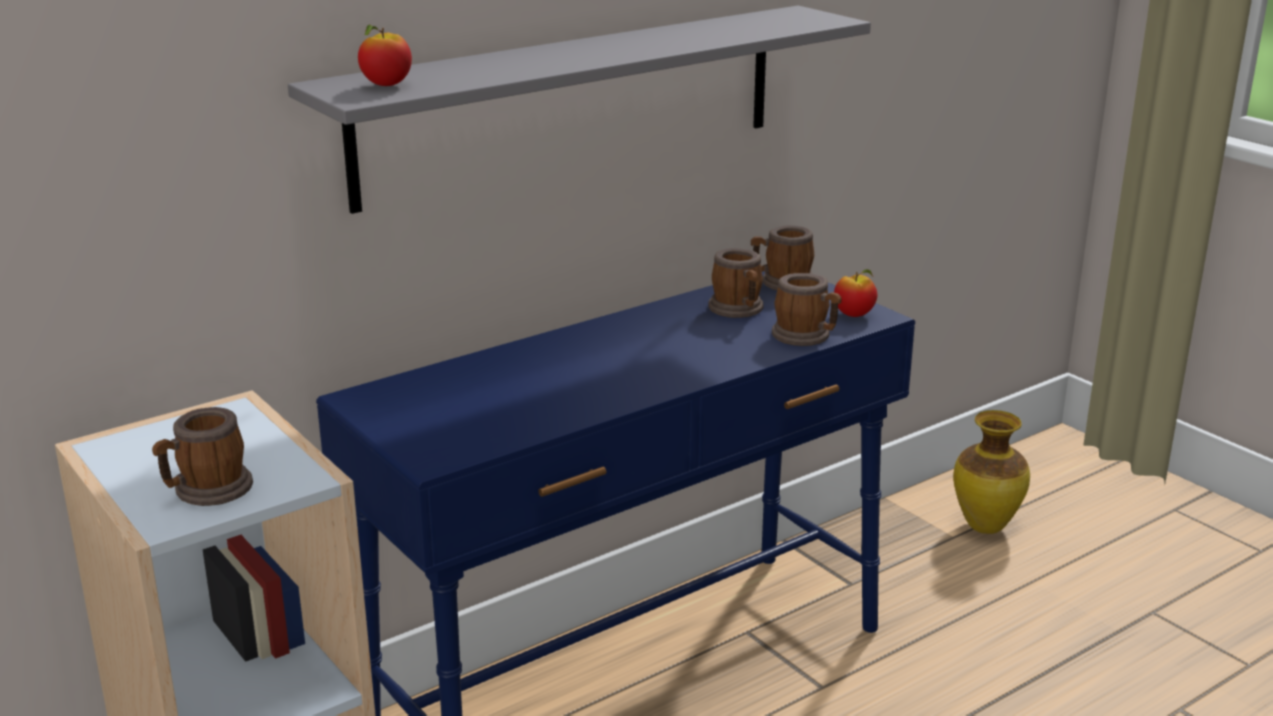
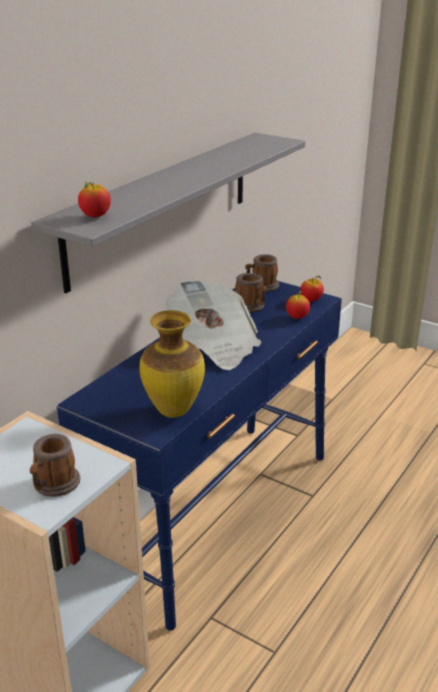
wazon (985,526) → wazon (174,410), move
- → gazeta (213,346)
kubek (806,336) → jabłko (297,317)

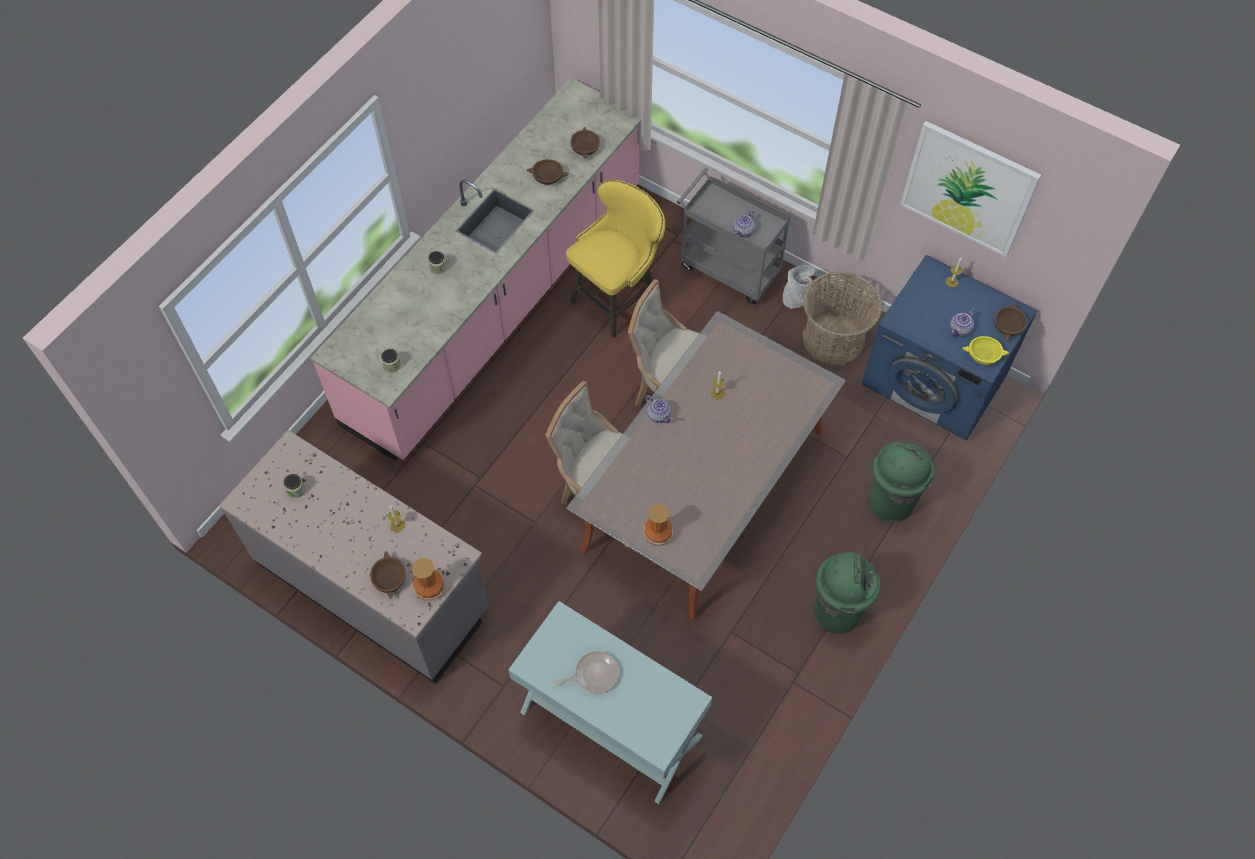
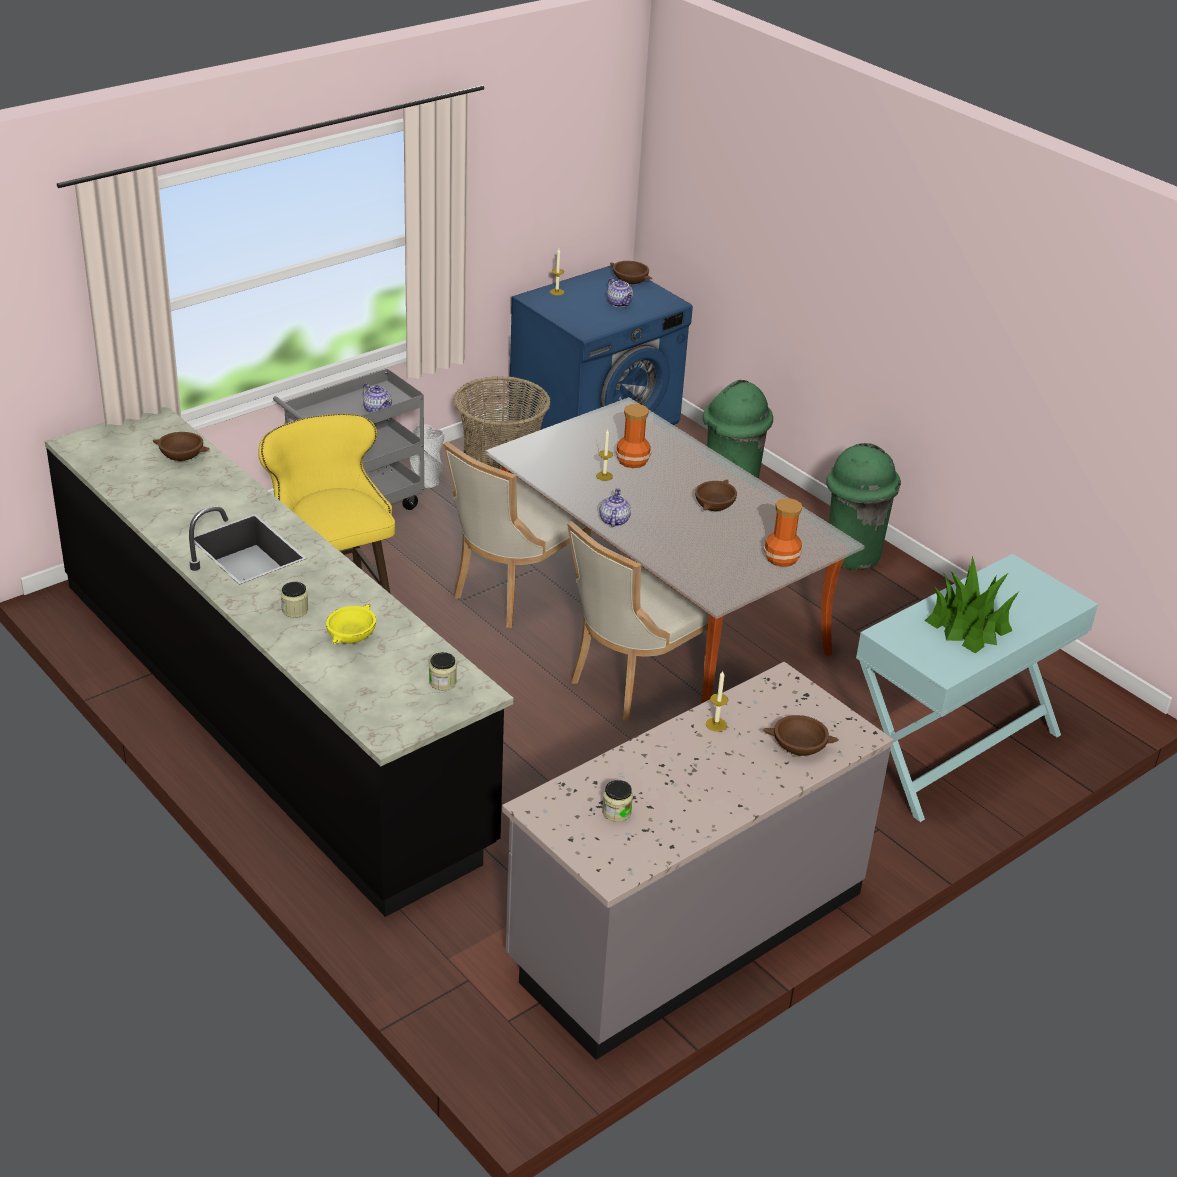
zabudowa kuchenna (różowy) (498,303) → zabudowa kuchenna (czarny) (268,709)
miska (żółty) (983,356) → miska (żółty) (352,635), move
imbryk (659,415) → imbryk (614,521), 60 degrees counterclockwise
wazon (429,588) → wazon (632,461), move
miska (brązowy) (547,177) → miska (brązowy) (715,505), move
patelnia (594,674) → roślina doniczkowa (968,626)
obraz (968,188) → -

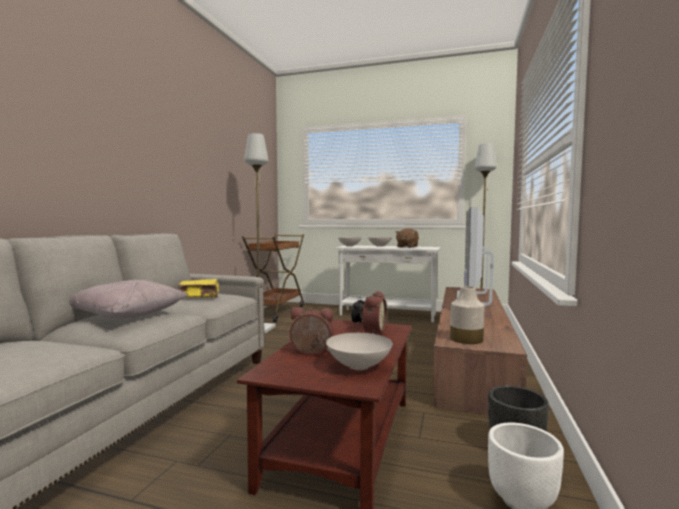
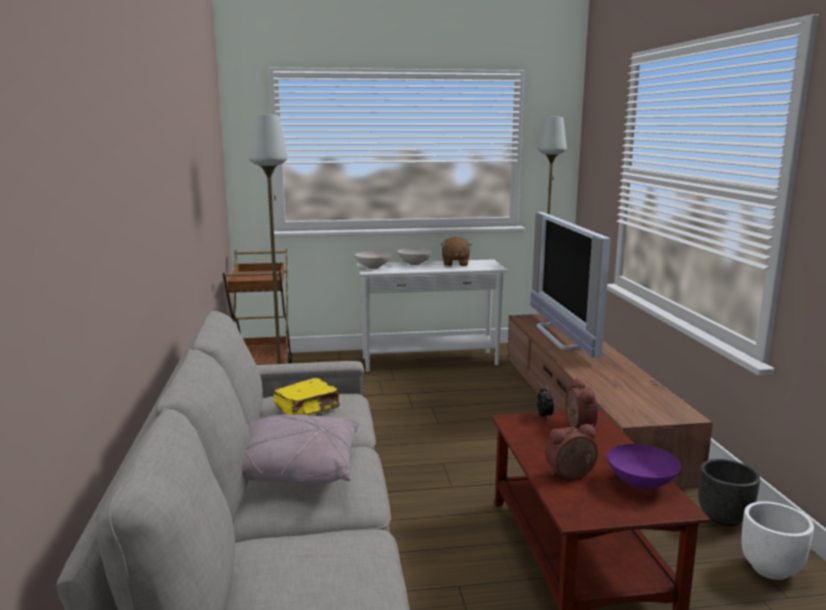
miska (biały) (358,366) → miska (fioletowy) (641,484)
wazon (beżowy) (466,339) → -

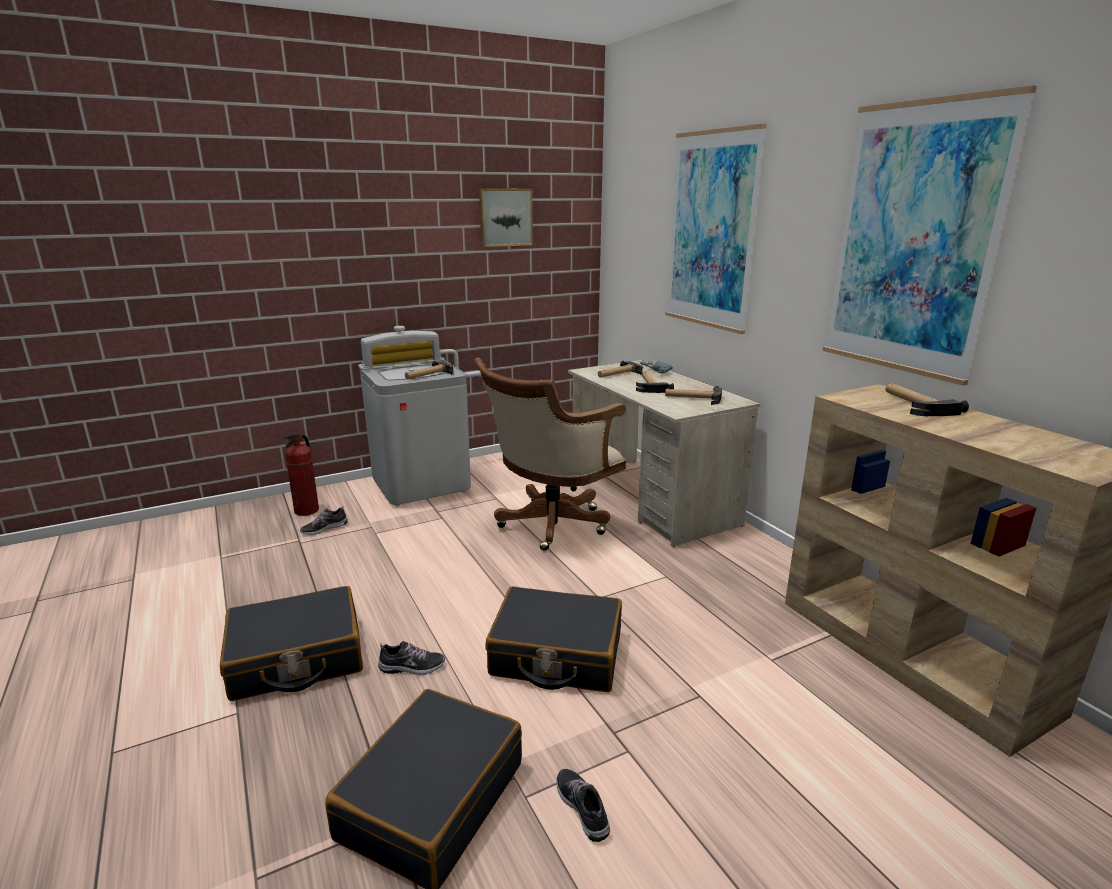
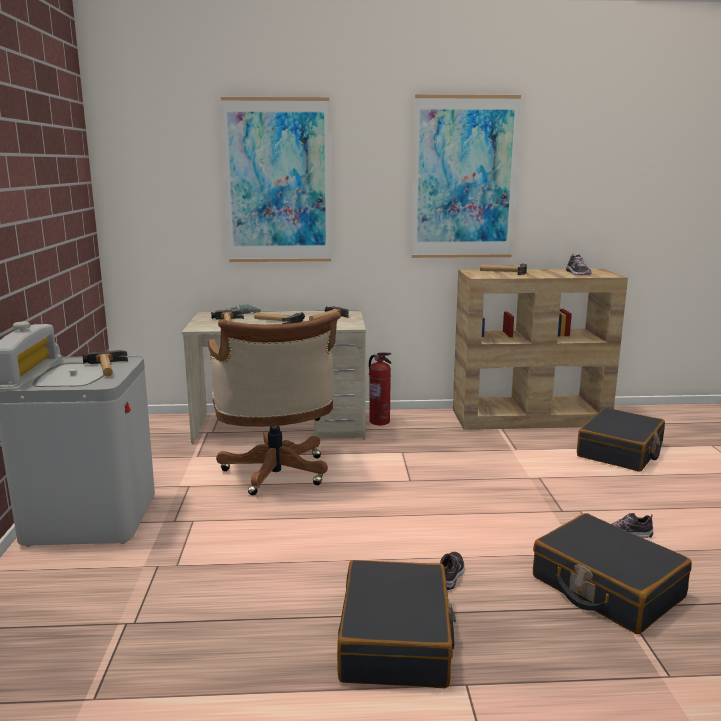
gaśnica (307,511) → gaśnica (380,421), move
but (324,528) → but (578,273), move
walizka (czarny) (556,655) → walizka (czarny) (620,452), move
obraz (505,217) → -

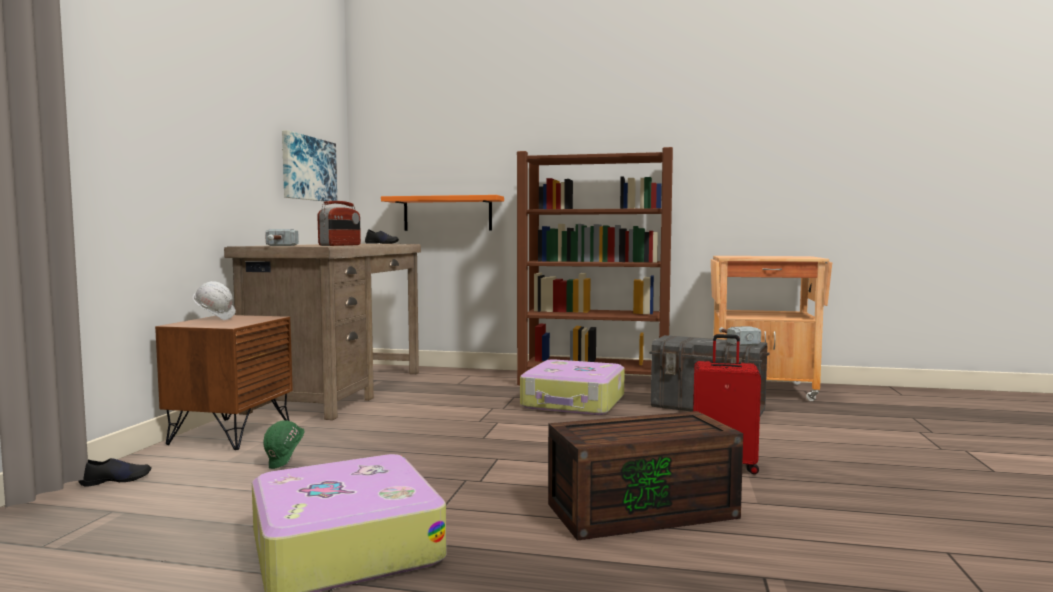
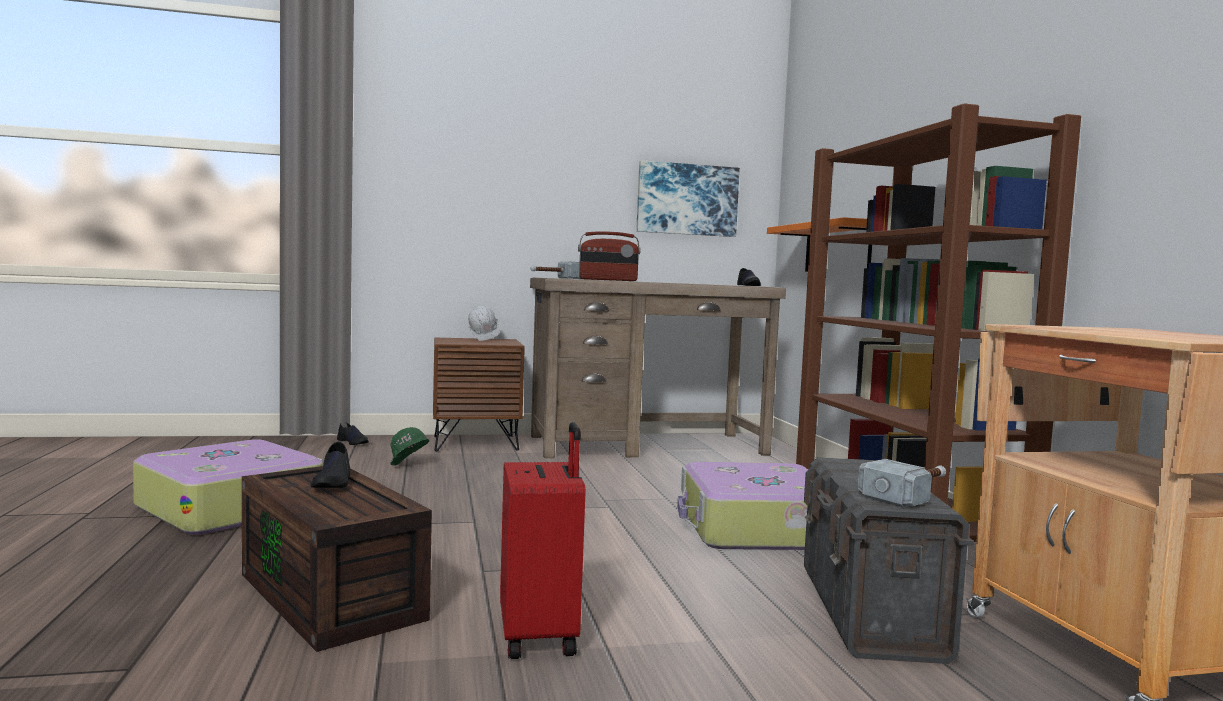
- → but (czarny) (333,482)

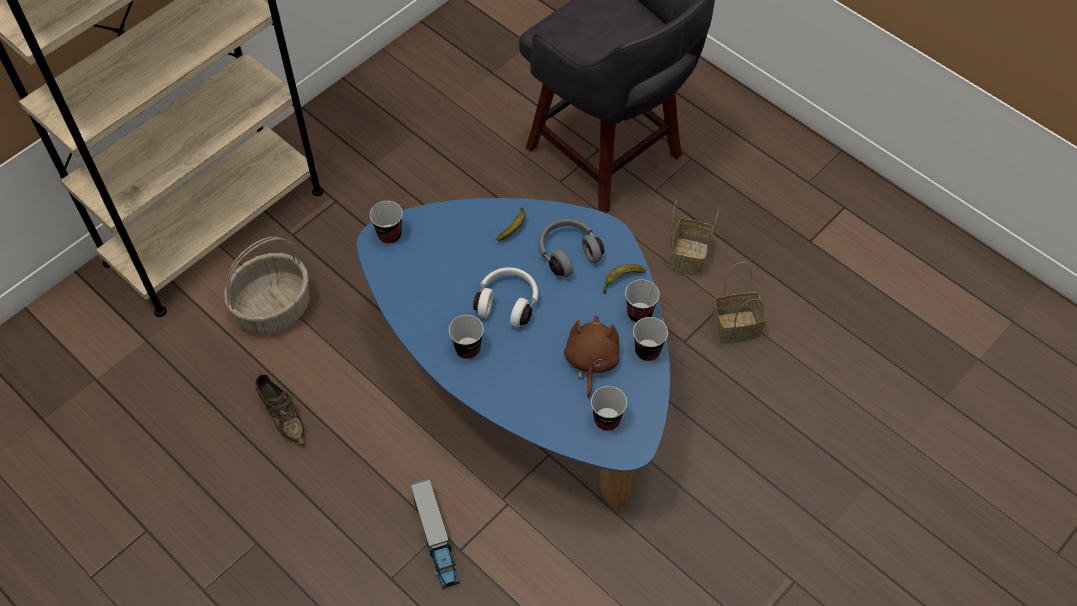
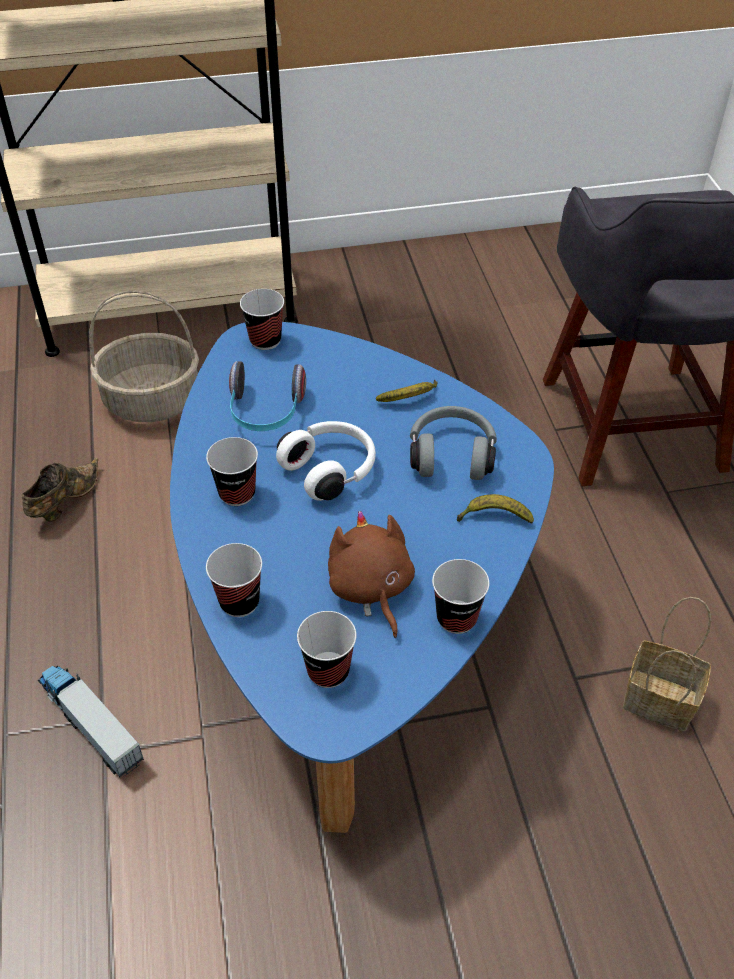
but (brązowy) (283,416) → but (brązowy) (64,502), 150 degrees counterclockwise
ciężarówka zabawkowa (436,538) → ciężarówka zabawkowa (90,723), 120 degrees clockwise
filiżanka (639,314) → filiżanka (239,602), move
- → słuchawki (265,412)
pluszak (brązowy) (591,361) → pluszak (brązowy) (371,589), 60 degrees counterclockwise
koszyk (688,255) → -

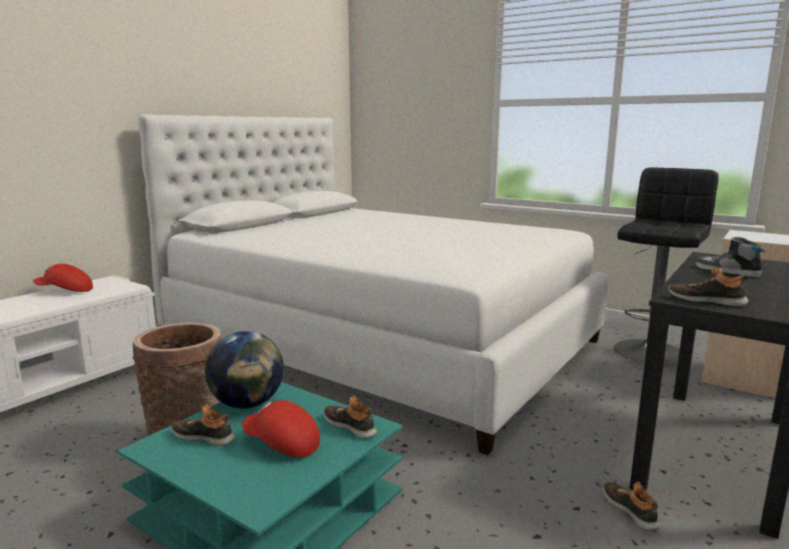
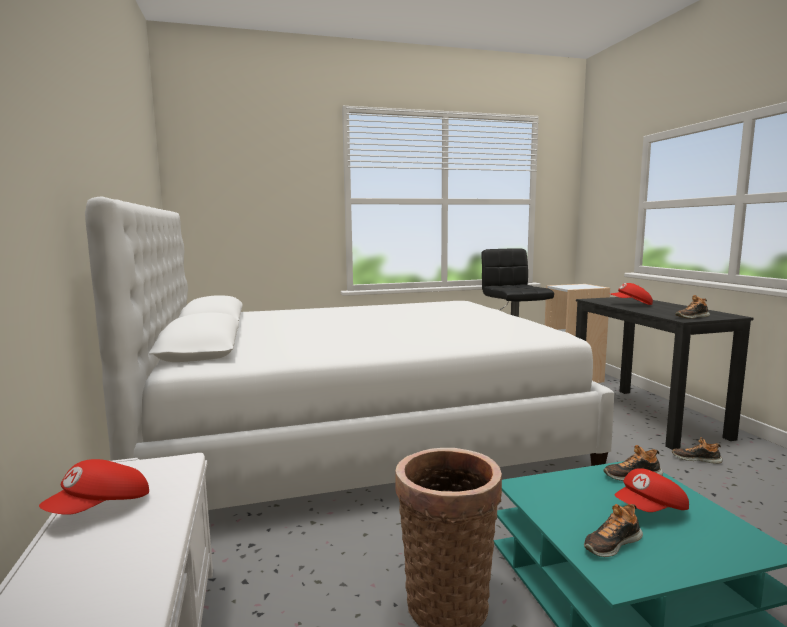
but (727,271) → czapka z daszkiem (czerwony) (631,304)
globus (247,404) → -

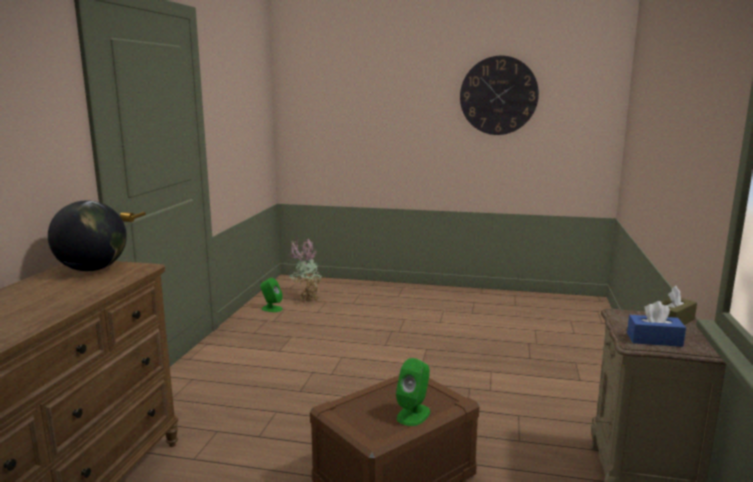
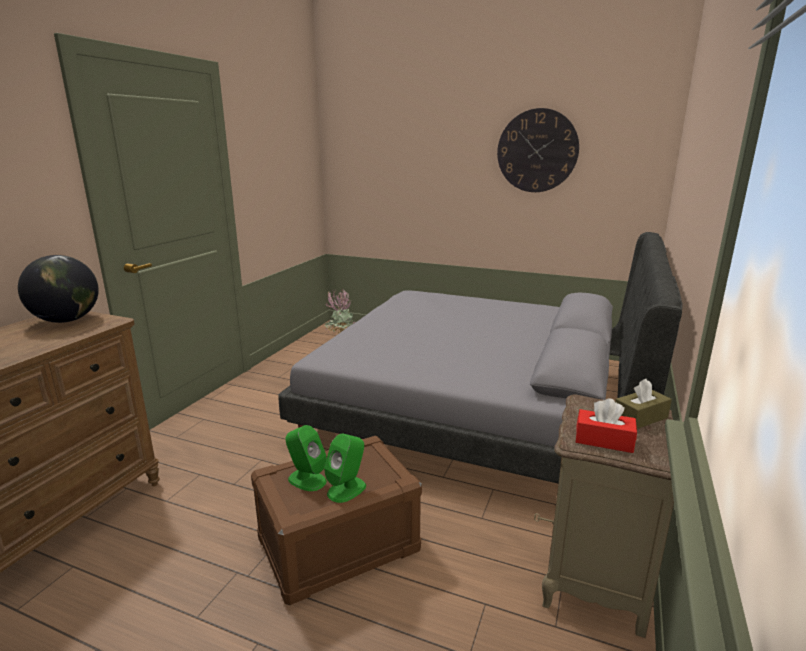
- → łóżko (szary) (481,409)
głośnik (zielony) (271,309) → głośnik (zielony) (306,480), move
pudełko chusteczek (niebieski) (654,340) → pudełko chusteczek (czerwony) (604,440)

